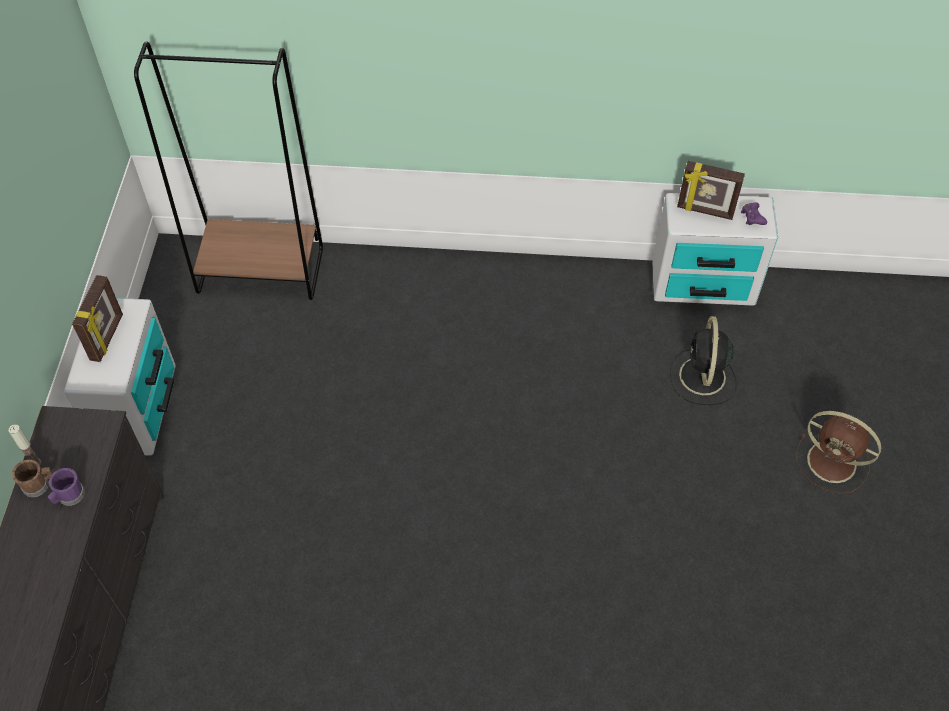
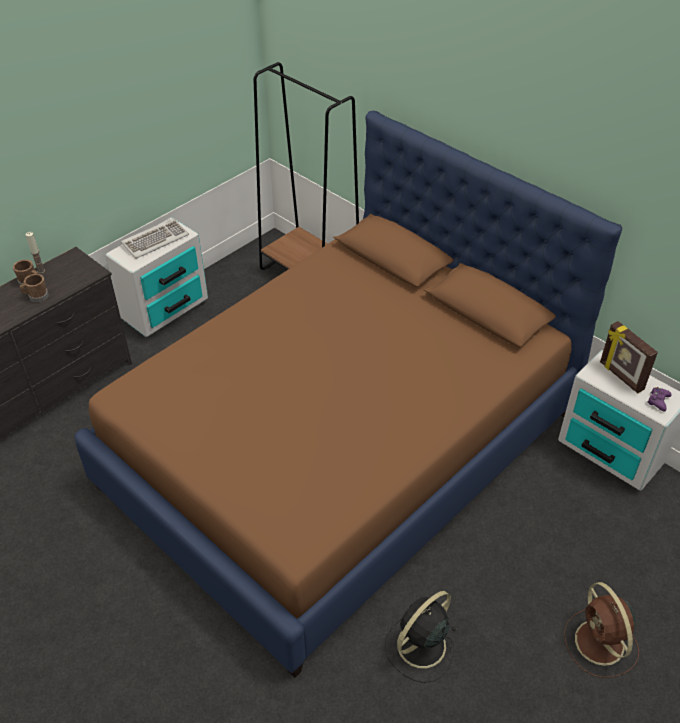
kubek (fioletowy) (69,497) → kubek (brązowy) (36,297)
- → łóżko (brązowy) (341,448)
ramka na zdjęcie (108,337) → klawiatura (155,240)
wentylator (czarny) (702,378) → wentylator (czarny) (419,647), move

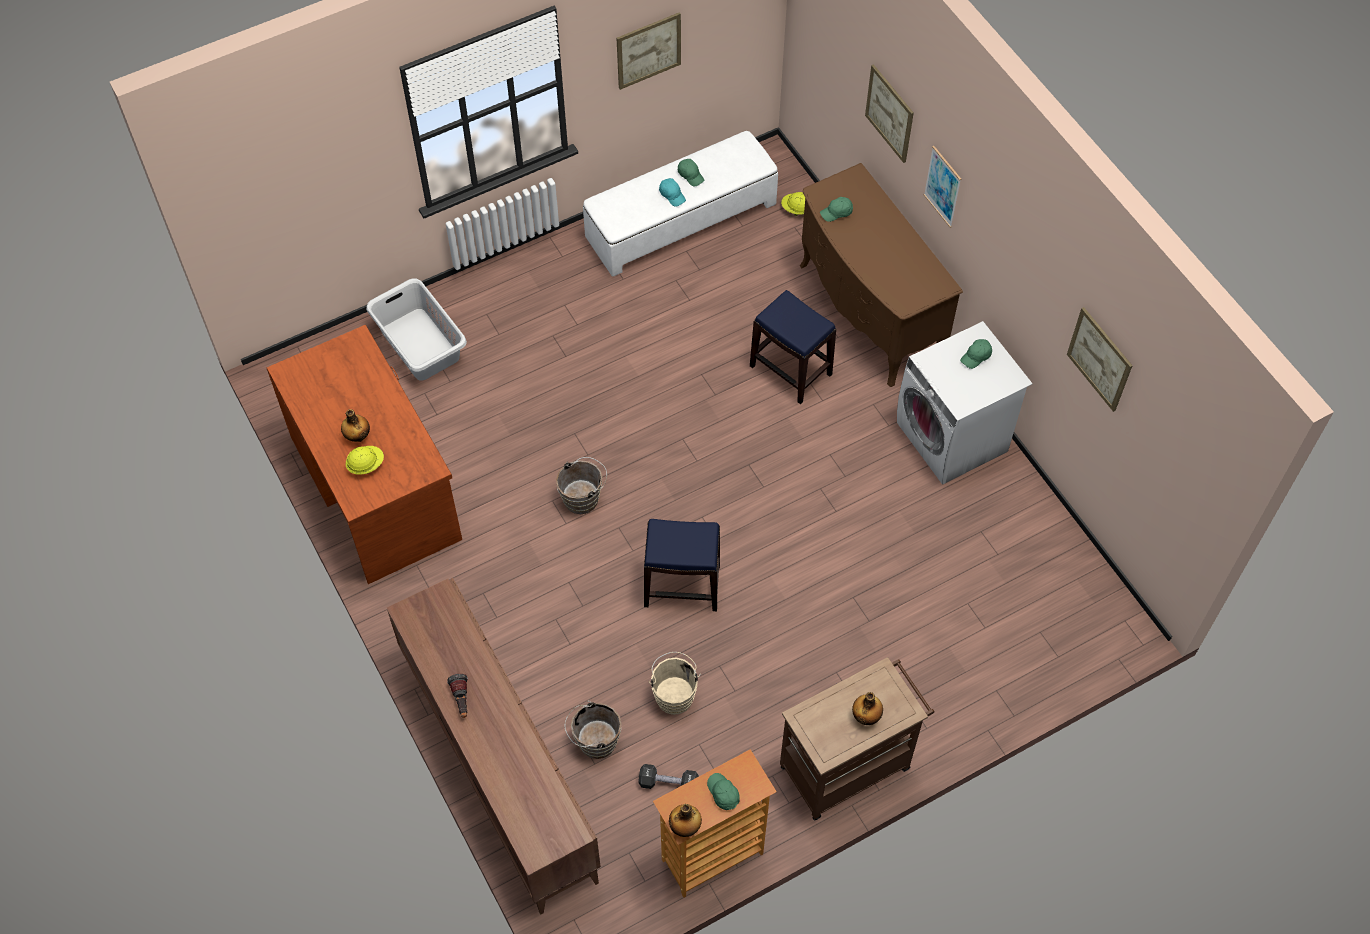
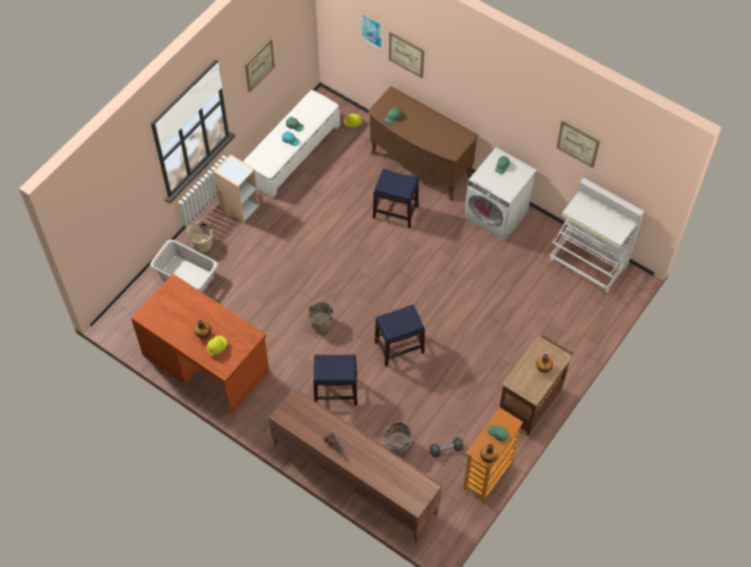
wiadro (beżowy) (674,694) → wiadro (beżowy) (201,243), move
- → regał (239,206)
- → stołek (335,392)
obraz (942,186) → obraz (371,31), move
- → regał na buty (biały) (587,264)

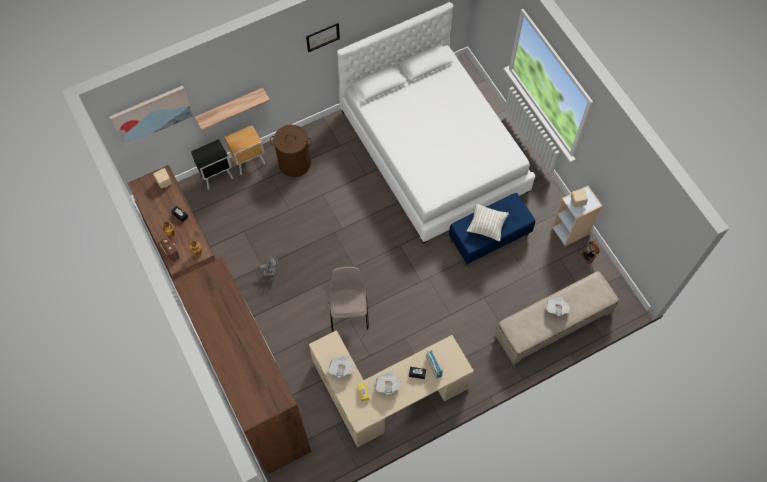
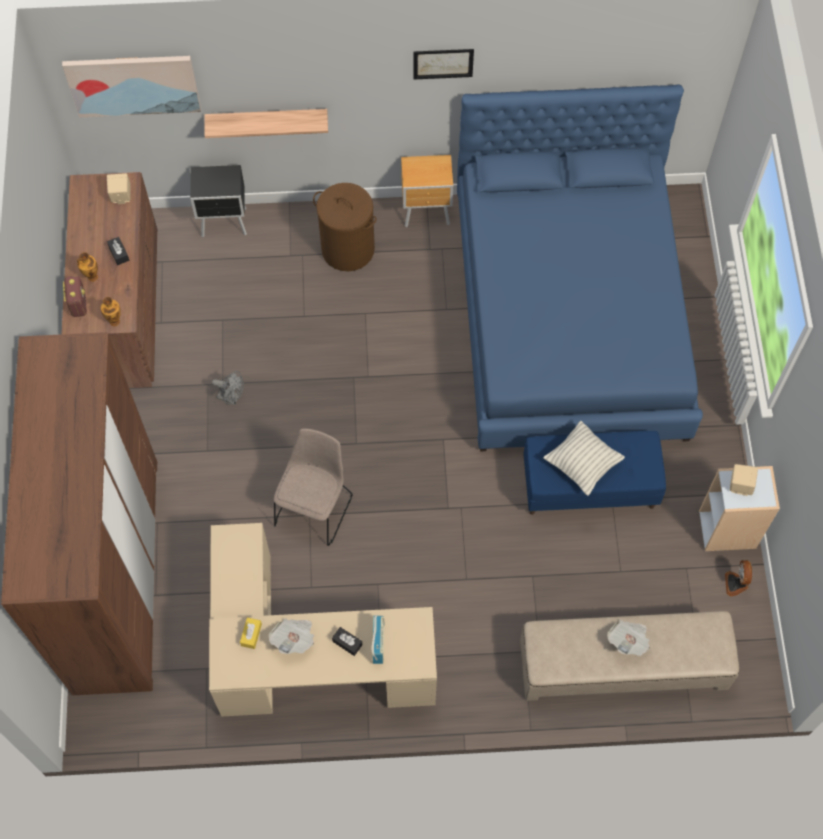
szafka nocna (brązowy) (250,162) → szafka nocna (brązowy) (427,213), move
łóżko (biały) (433,150) → łóżko (niebieski) (570,314)
gazeta (341,368) → -

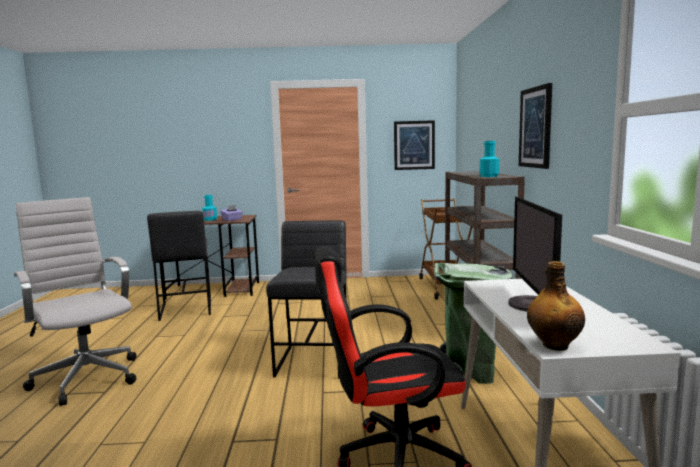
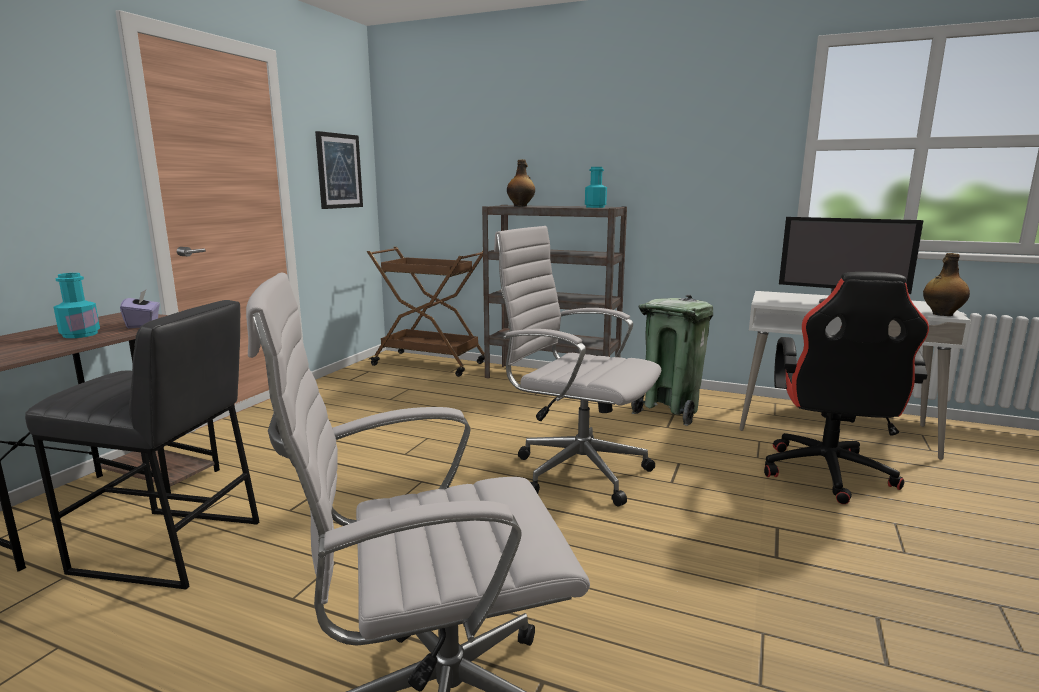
stołek (szary) (313,360) → krzesło biurowe (biały) (575,471)
- → butelka (521,206)
obraz (536,127) → -

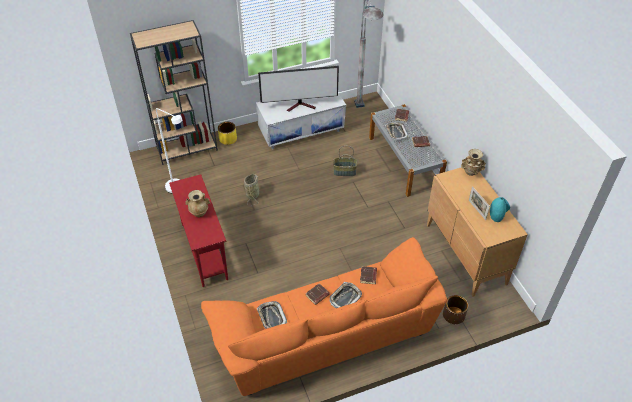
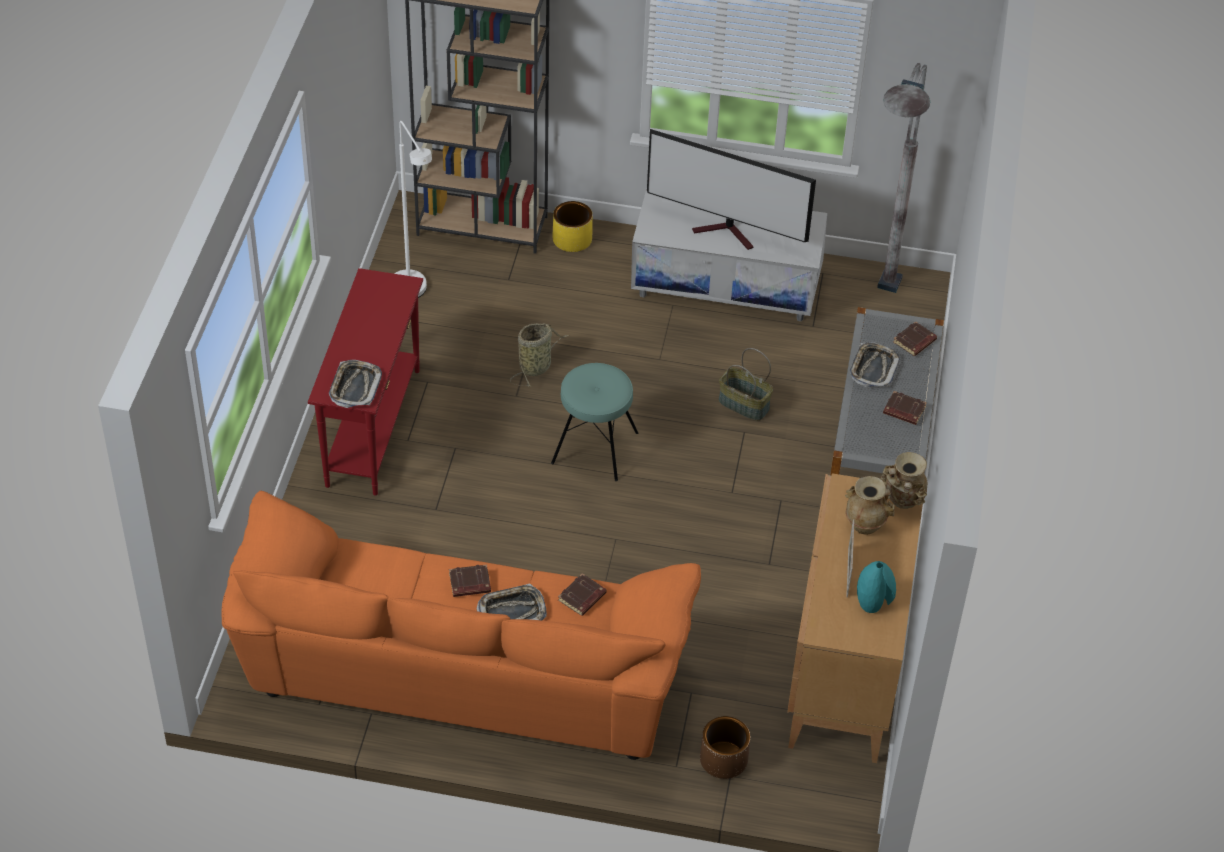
taca (271,317) → taca (355,387), move
- → stołek (turkusowy) (595,447)
wazon (beżowy) (199,212) → wazon (beżowy) (865,524), move

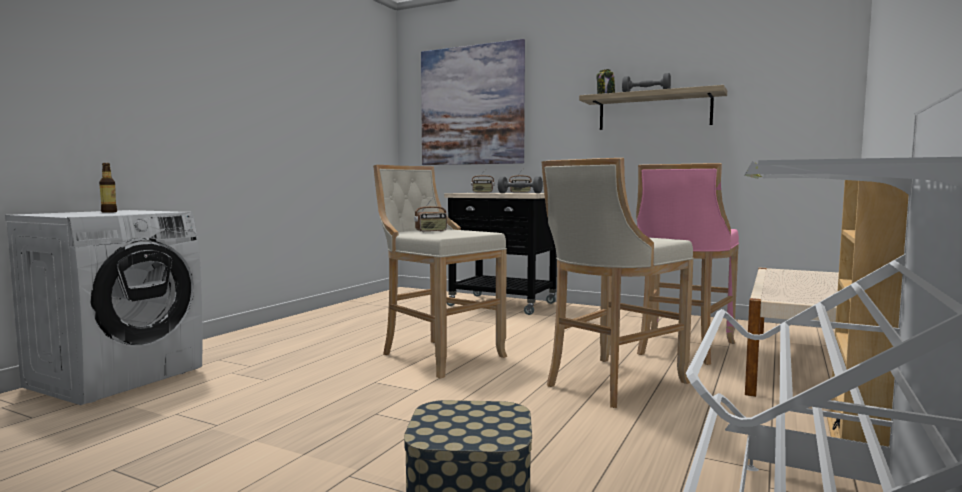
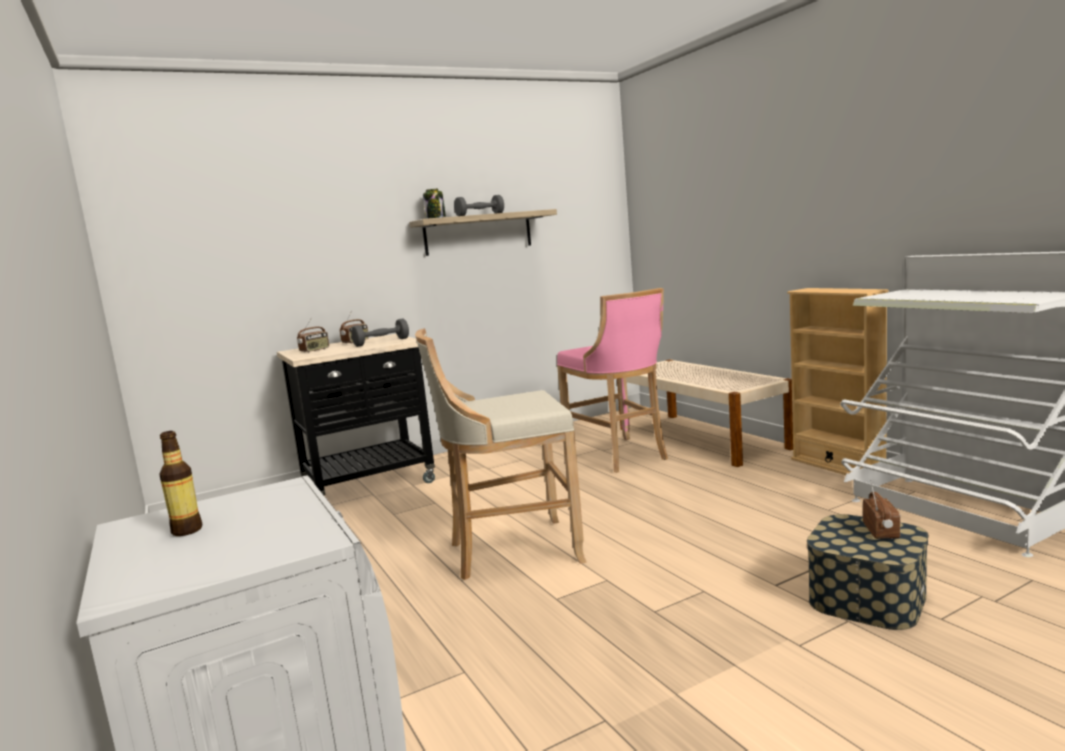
radio (431,231) → radio (881,532), move
obraz (471,105) → -
stołek (beżowy) (610,384) → -

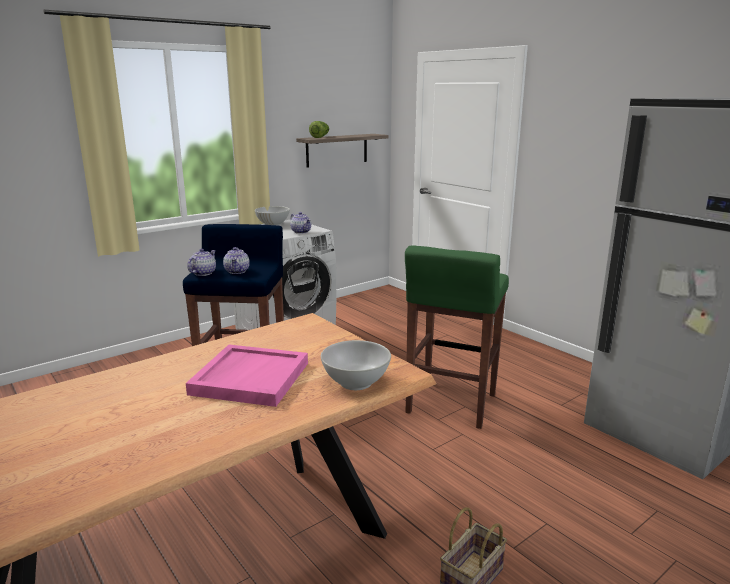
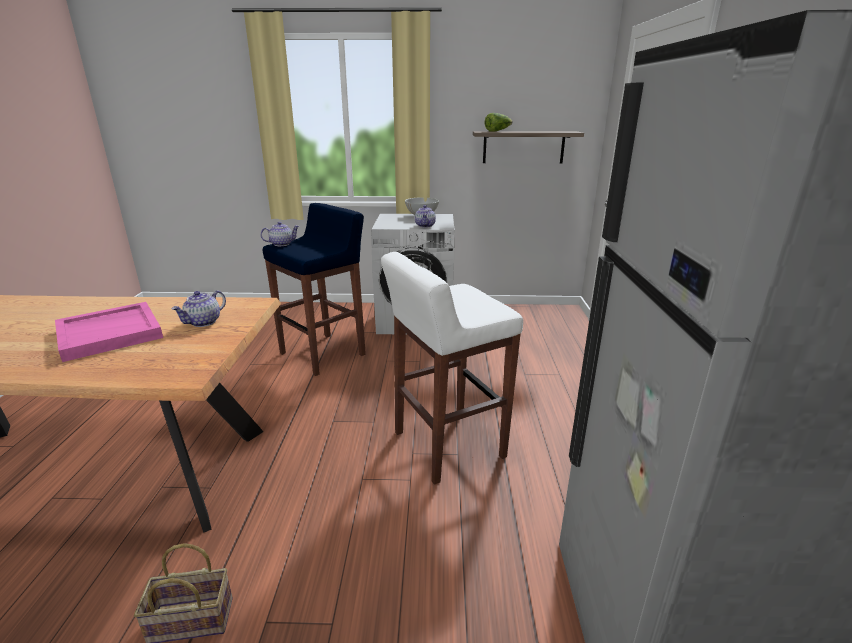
imbryk (237,271) → imbryk (203,322), move
stołek (zielony) (450,404) → stołek (biały) (447,445)
miska (biały) (356,382) → -

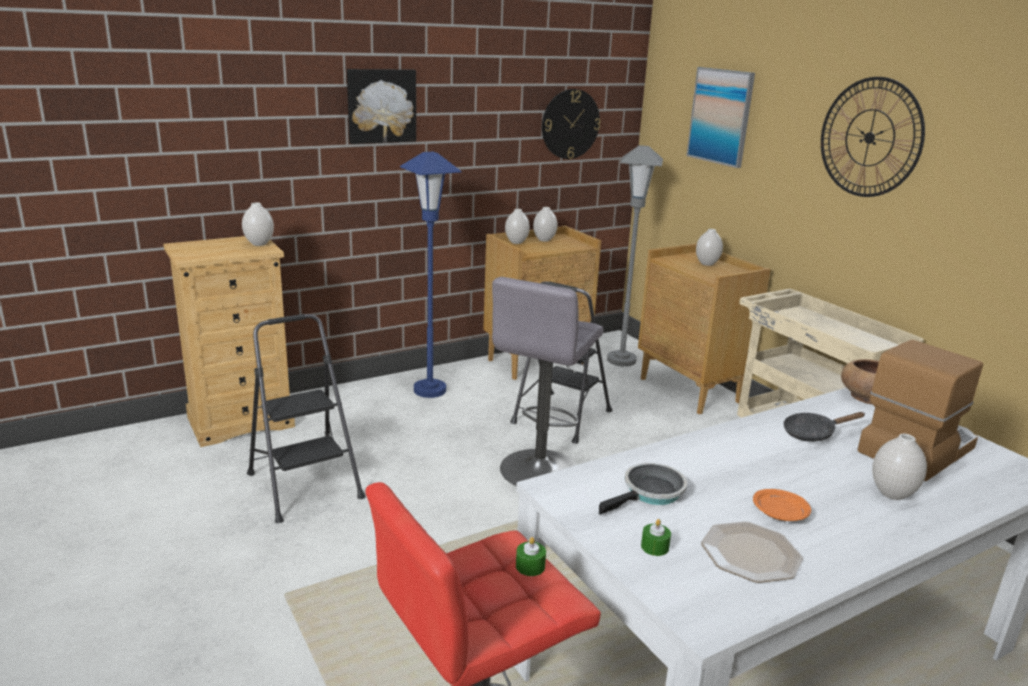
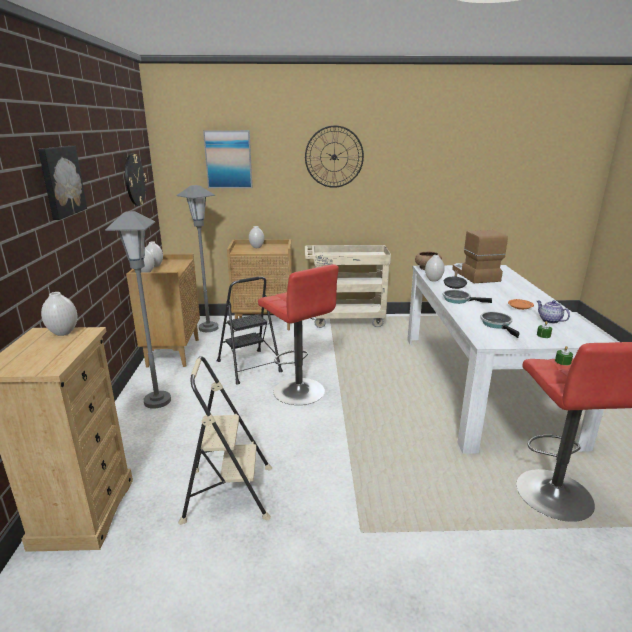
lampa stojąca (niebieski) (430,390) → lampa stojąca (szary) (157,401)
drabinka (czarny) (304,482) → drabinka (beżowy) (225,493)
stołek (szary) (538,470) → stołek (czerwony) (299,391)
wazon (biały) (892,494) → wazon (biały) (433,280), move
- → patelnia (458,300)
talerz (750,553) → imbryk (549,320)

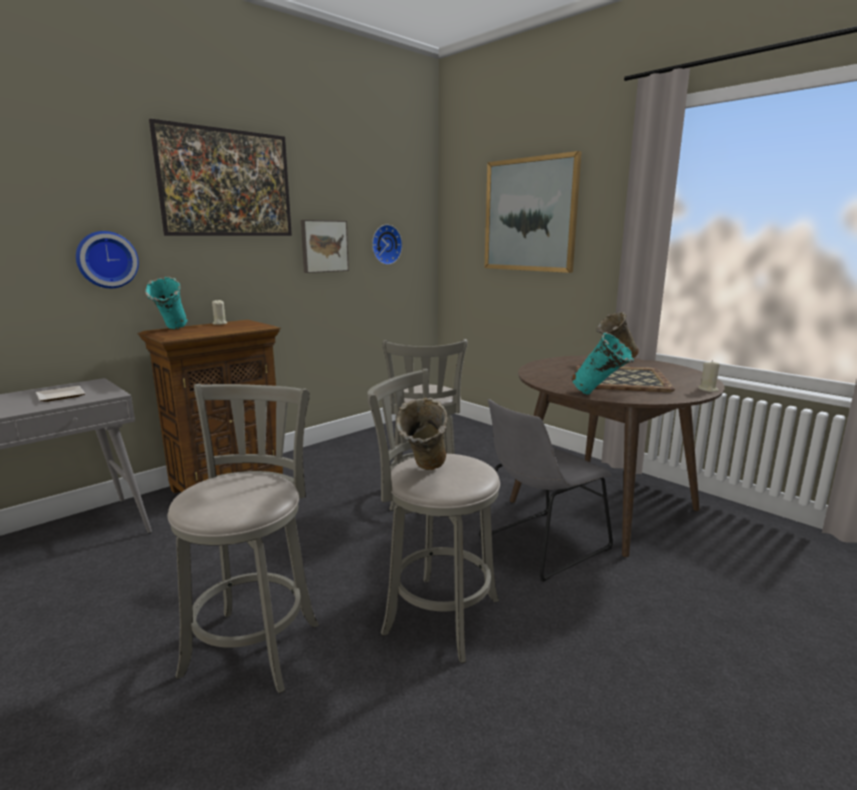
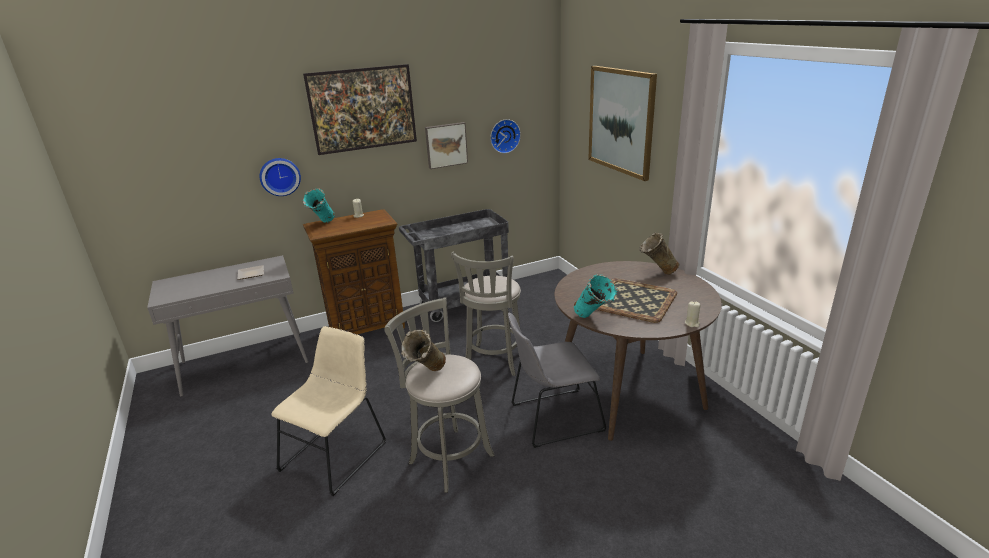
stołek (szary) (255,644) → krzesło (beżowy) (337,453)
- → wózek (szary) (460,307)

